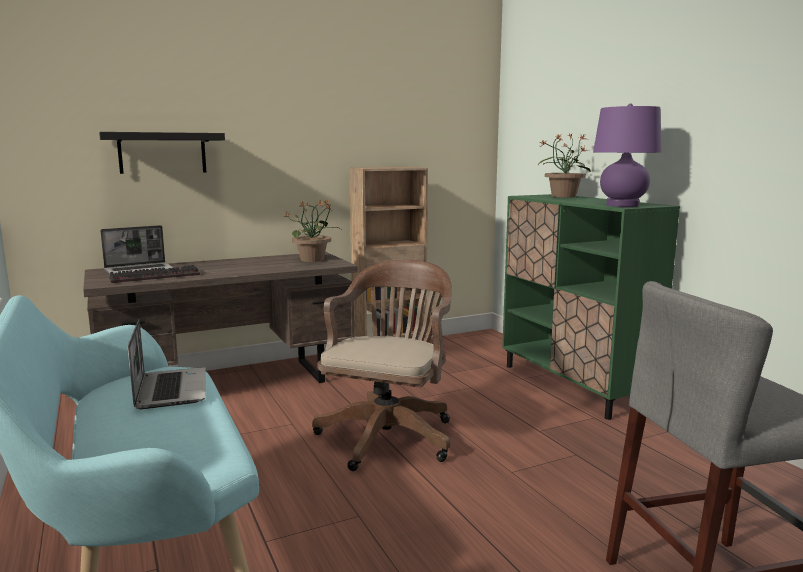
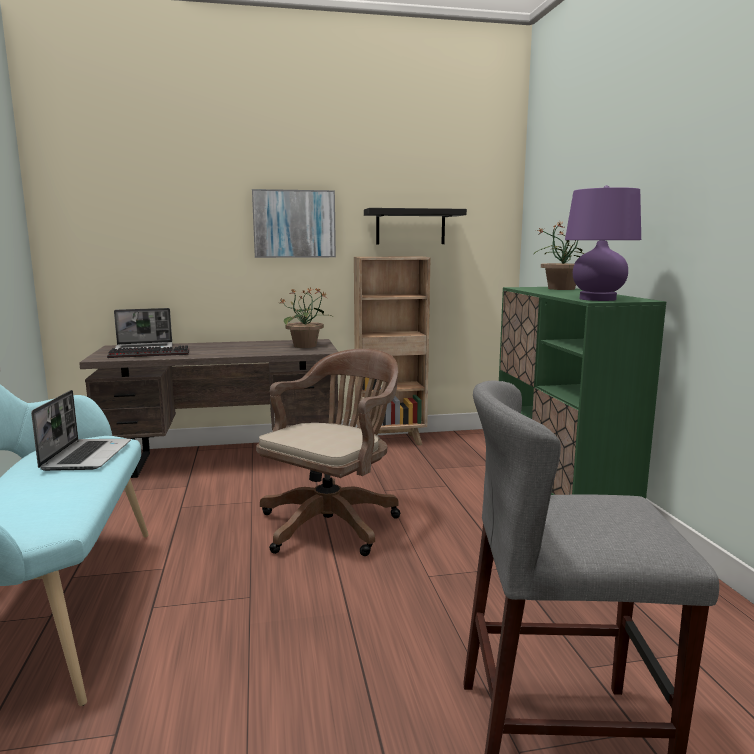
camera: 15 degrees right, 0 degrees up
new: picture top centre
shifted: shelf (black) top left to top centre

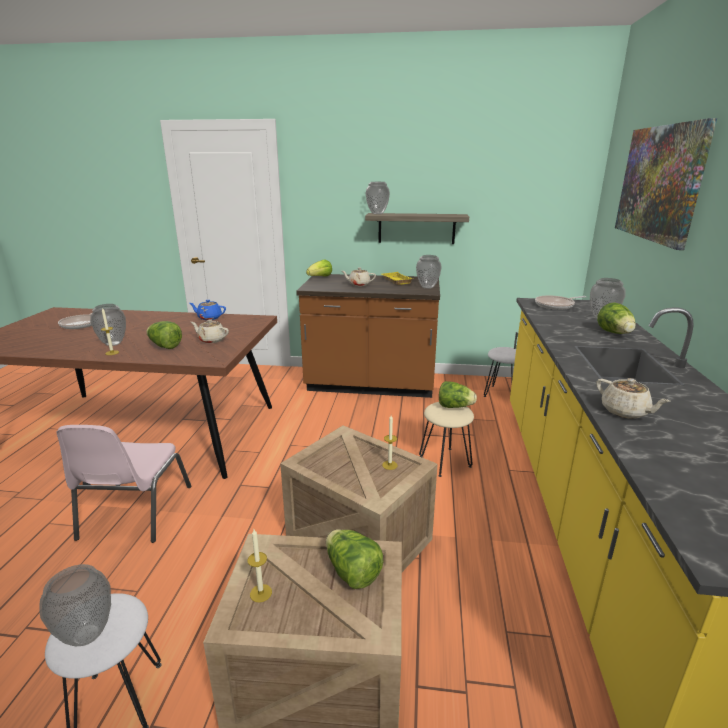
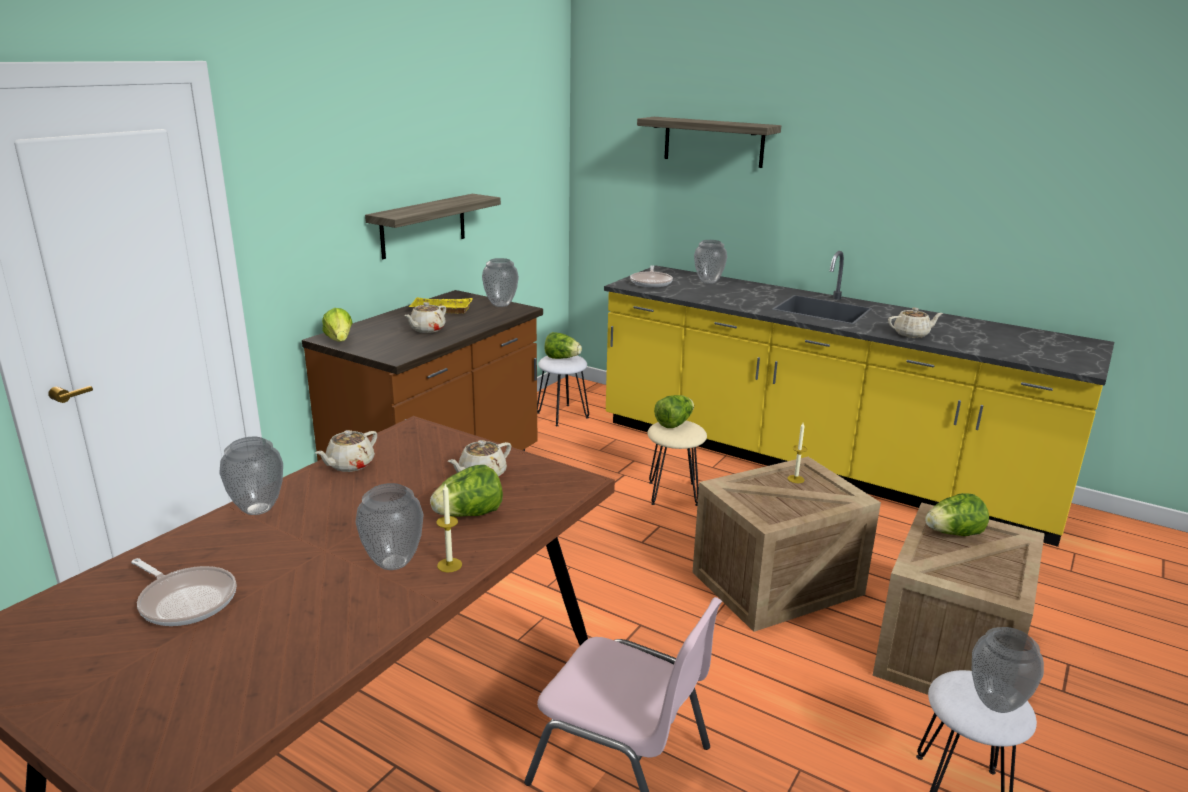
camera: 65 degrees left, 0 degrees up
gone: candle (no. 2 from left) bottom centre
shifted: vase (no. 3 from left in the first image) top centre to vase (no. 1 from left) middle left; lettuce (no. 5 from left in the first image) middle right to lettuce (no. 3 from left) centre
swapped: picture top right to shelf (no. 2 from left) top centre
repainted: teapot (blue) middle left to teapot (beige) (no. 1 from left) middle left

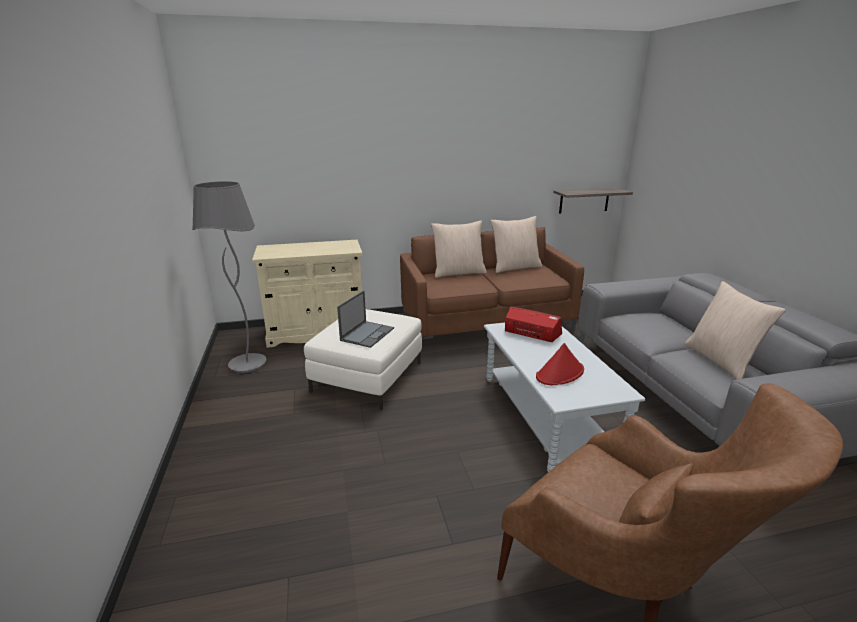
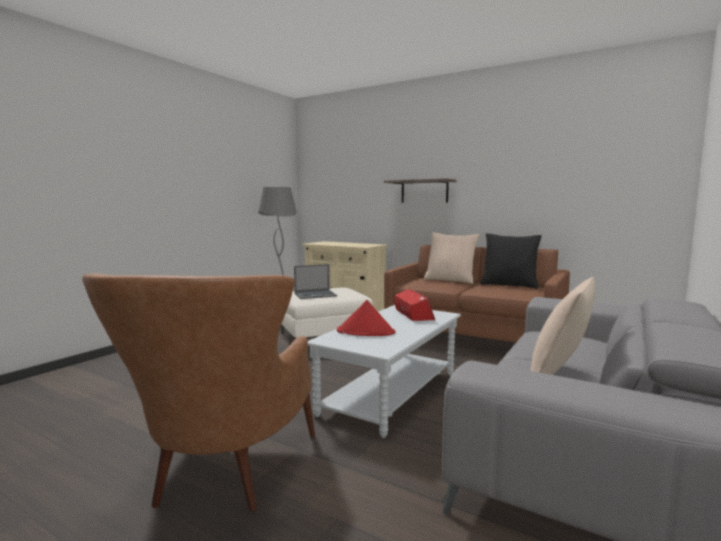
camera: 45 degrees right, 15 degrees down
shifted: shelf top right to centre
repainted: pillow (beige) (no. 2 from left) centre to pillow (black) middle right

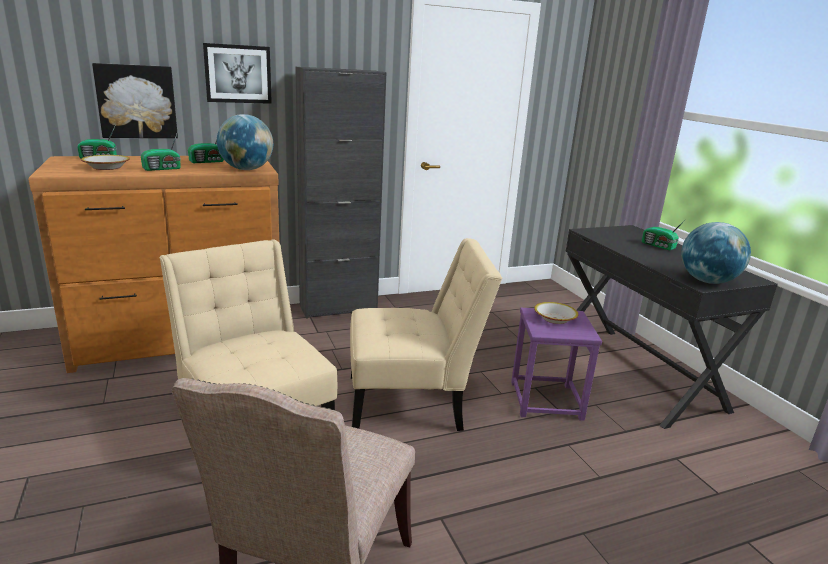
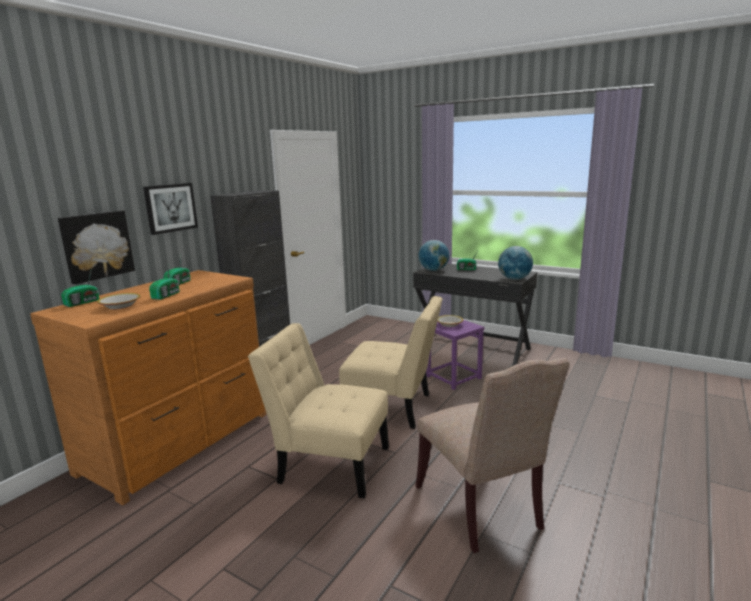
camera: 35 degrees left, 5 degrees down
shifted: globe (no. 1 from left) top left to centre
rotated: chair (beige) (no. 3 from left in the first image) centre = centre 60 degrees clockwise

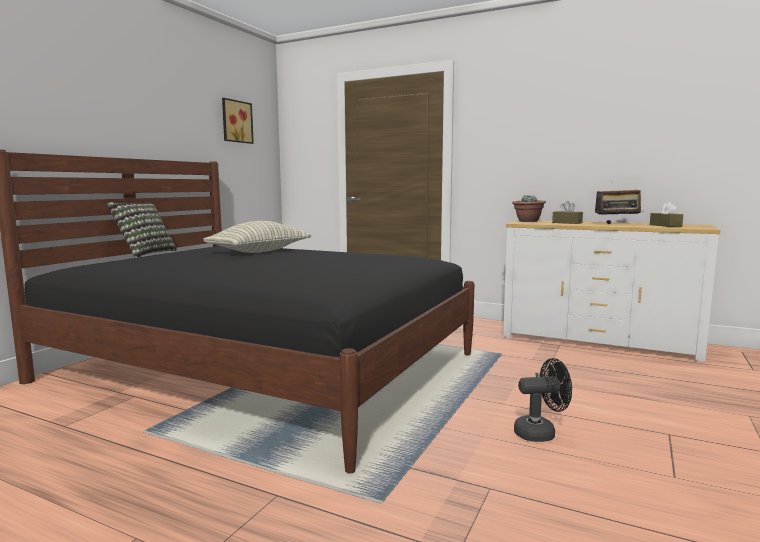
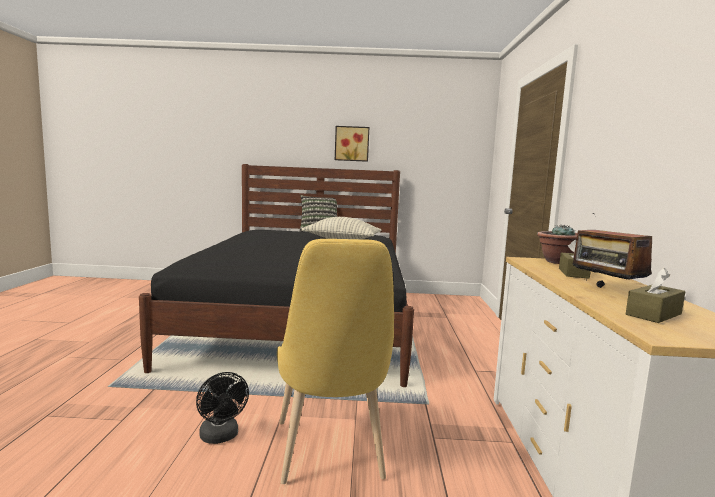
camera: 65 degrees right, 0 degrees up
new: chair (yellow) bottom centre
shifted: picture top left to top centre

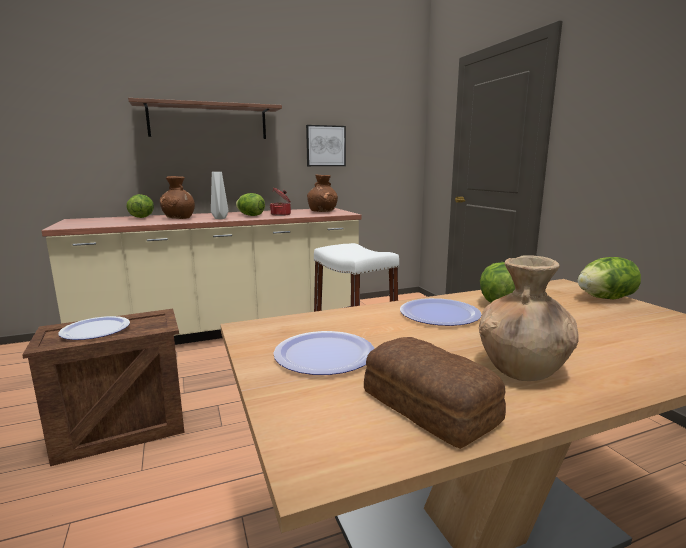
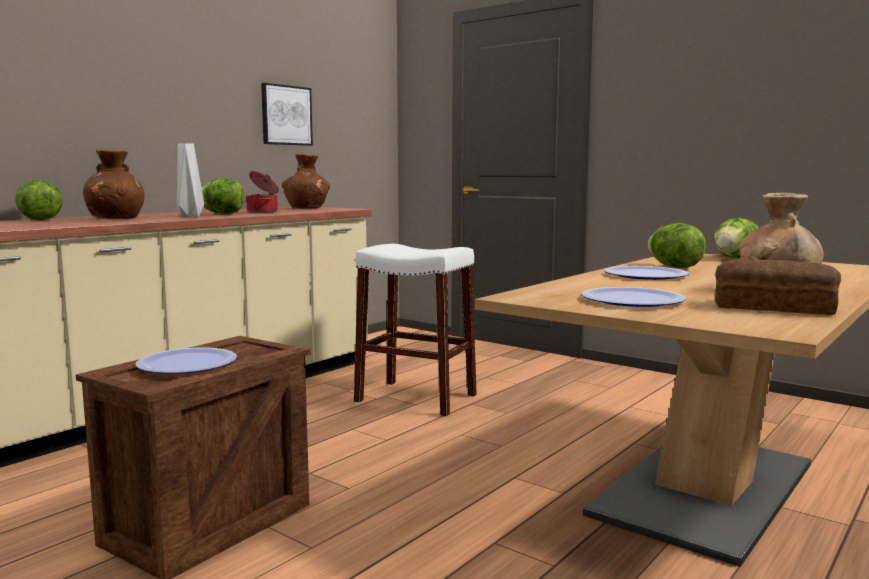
camera: 30 degrees left, 5 degrees down
gone: shelf top left

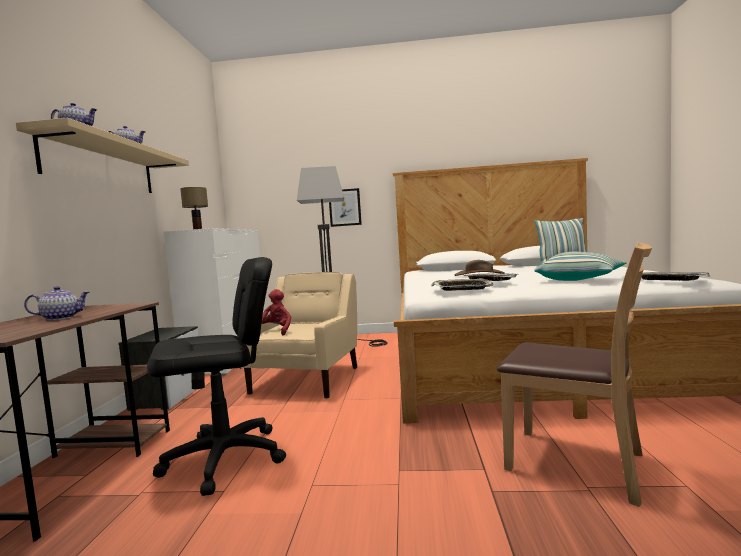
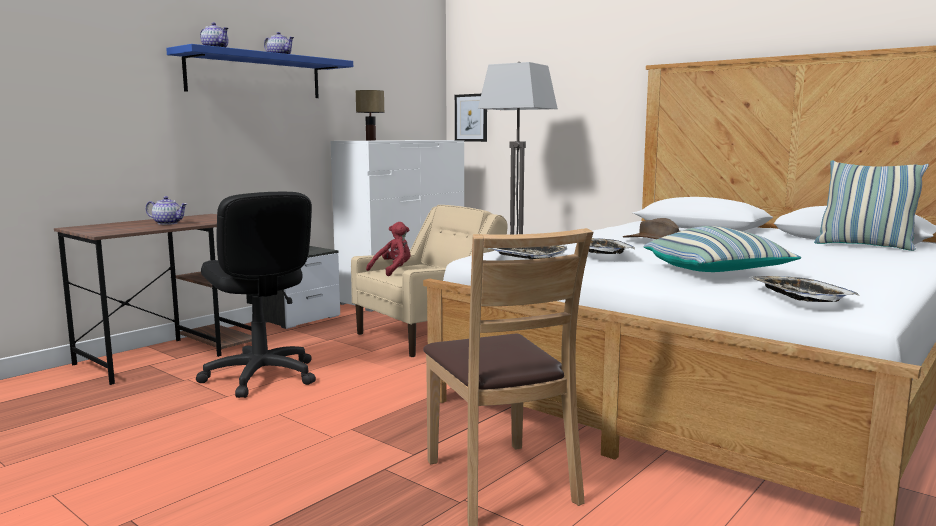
camera: 35 degrees right, 5 degrees up
shifted: picture centre to top centre
repainted: shelf (beige) top left to shelf (blue) top left
rotated: office chair (black) bottom left = middle left 45 degrees clockwise

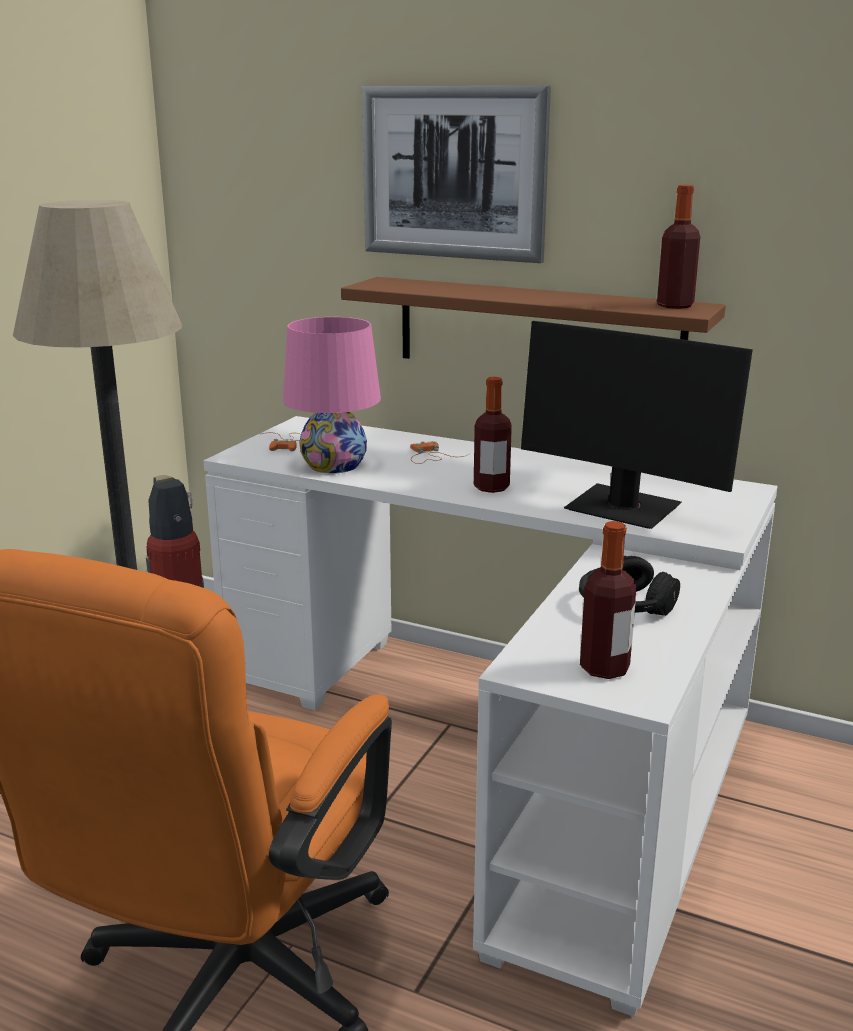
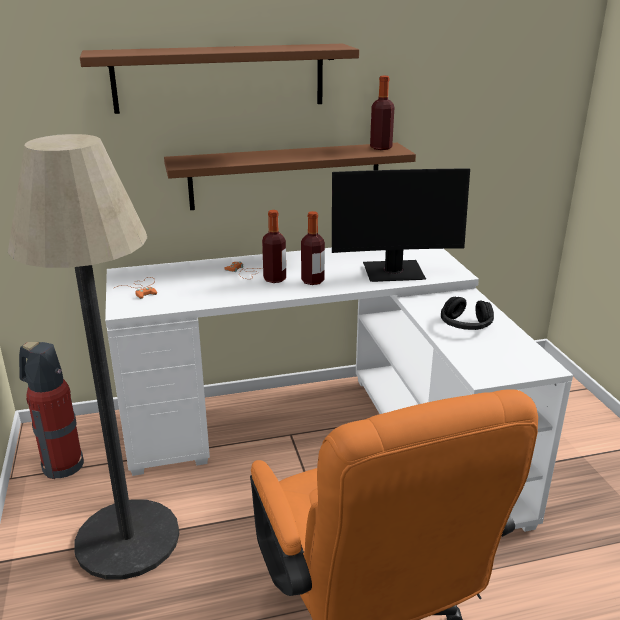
camera: 40 degrees left, 5 degrees up
gone: table lamp (pink) centre
shifted: bottle (no. 2 from left in the first image) middle right to bottle (no. 1 from left) centre
swapped: picture top centre to shelf (brown) (no. 1 from left) top centre

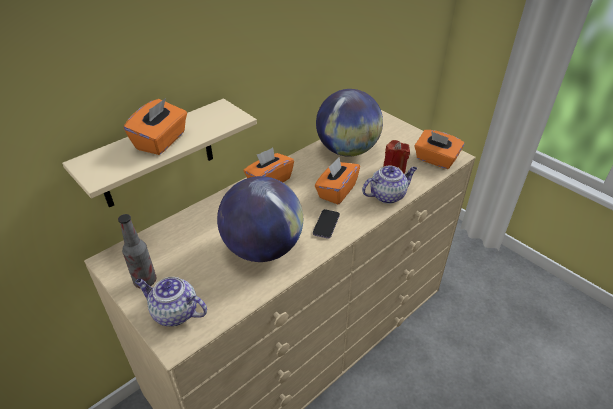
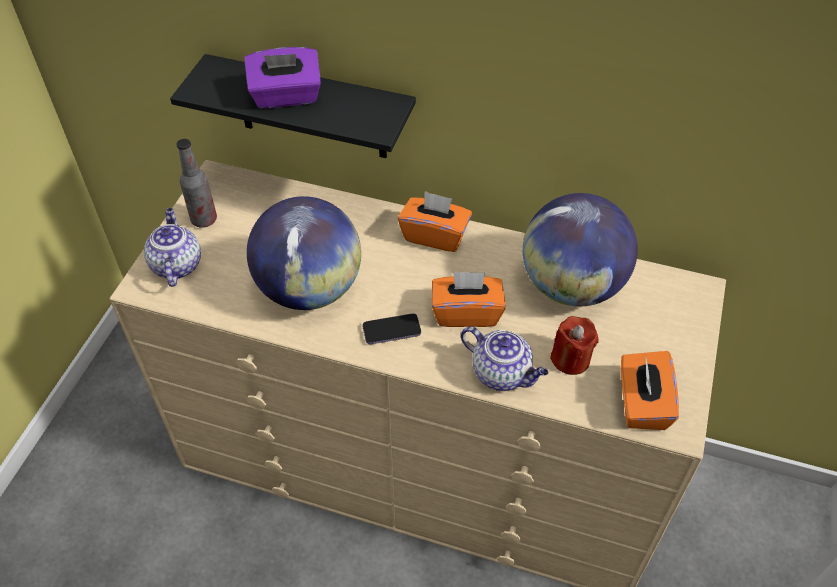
camera: 60 degrees right, 10 degrees up
repainted: shelf (beige) middle left to shelf (black) top centre; tissue box (orange) (no. 1 from left) top left to tissue box (purple) top centre

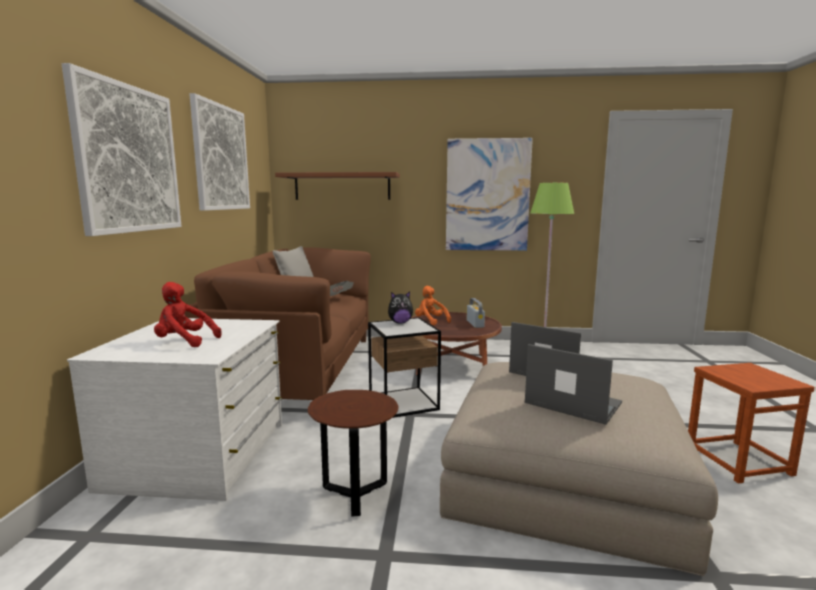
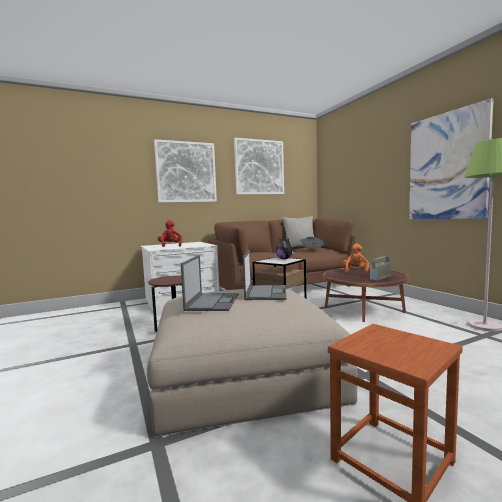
camera: 60 degrees right, 5 degrees down
gone: shelf (brown) top centre

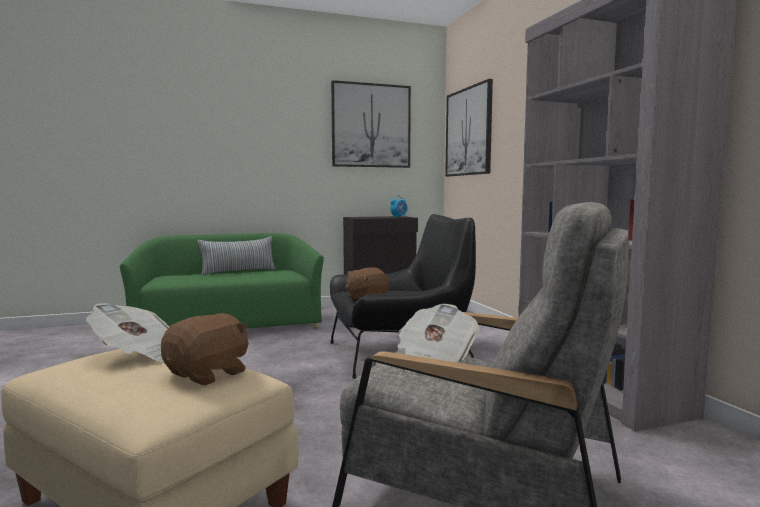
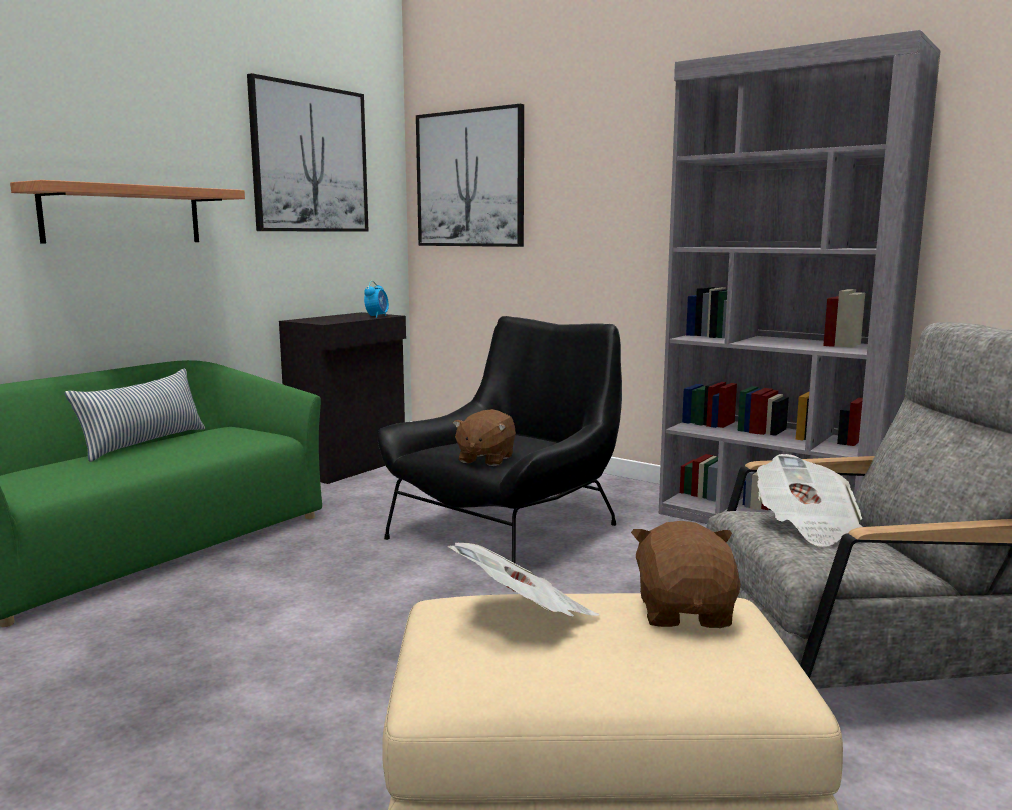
camera: 35 degrees left, 5 degrees up
new: shelf top left

